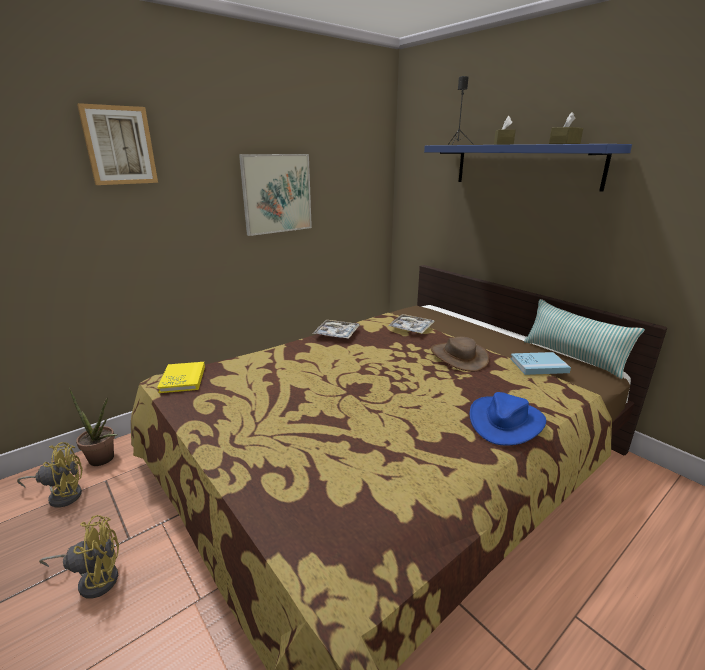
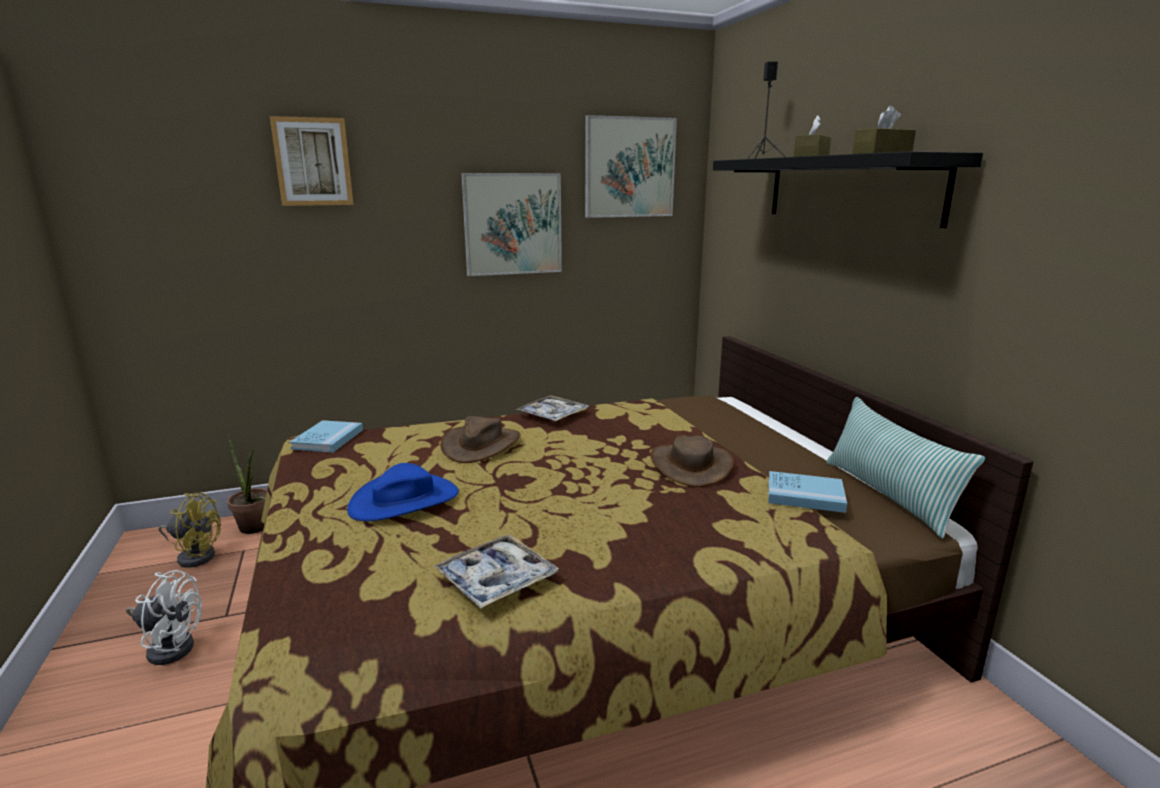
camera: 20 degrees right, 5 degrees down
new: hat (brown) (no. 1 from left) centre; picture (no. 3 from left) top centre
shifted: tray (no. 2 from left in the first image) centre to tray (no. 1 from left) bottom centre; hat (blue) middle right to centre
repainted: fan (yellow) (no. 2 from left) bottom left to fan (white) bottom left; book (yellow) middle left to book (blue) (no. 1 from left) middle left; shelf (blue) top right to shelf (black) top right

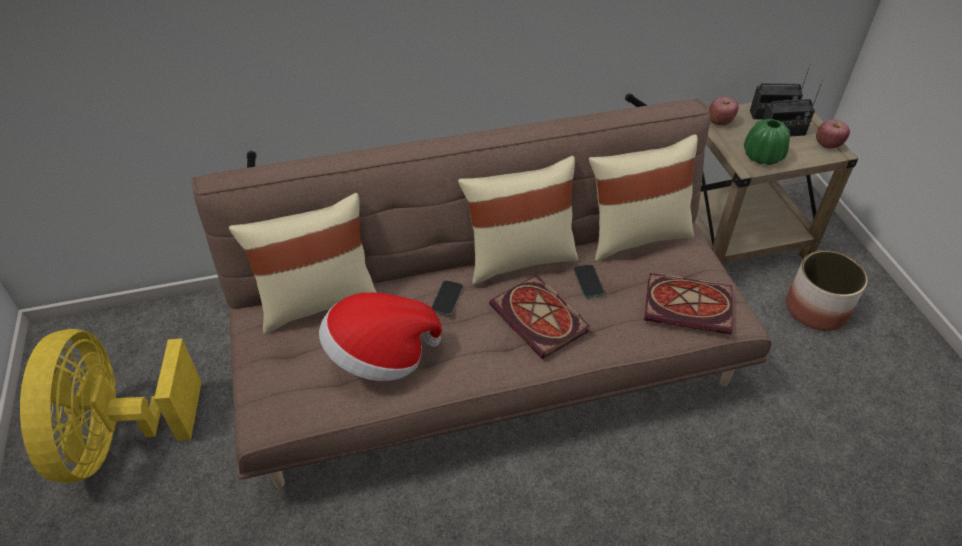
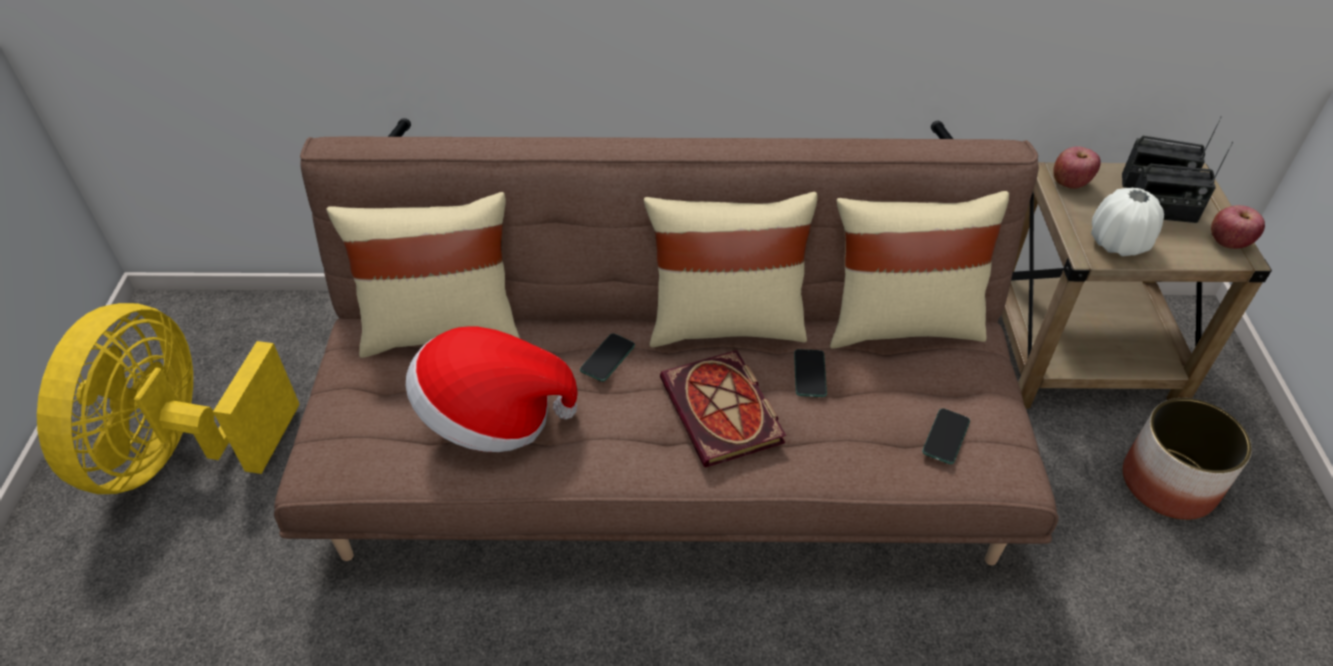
camera: 15 degrees right, 0 degrees up
swapped: book (no. 2 from left) middle right to phone (no. 3 from left) middle right
repainted: vase (green) top right to vase (white) middle right

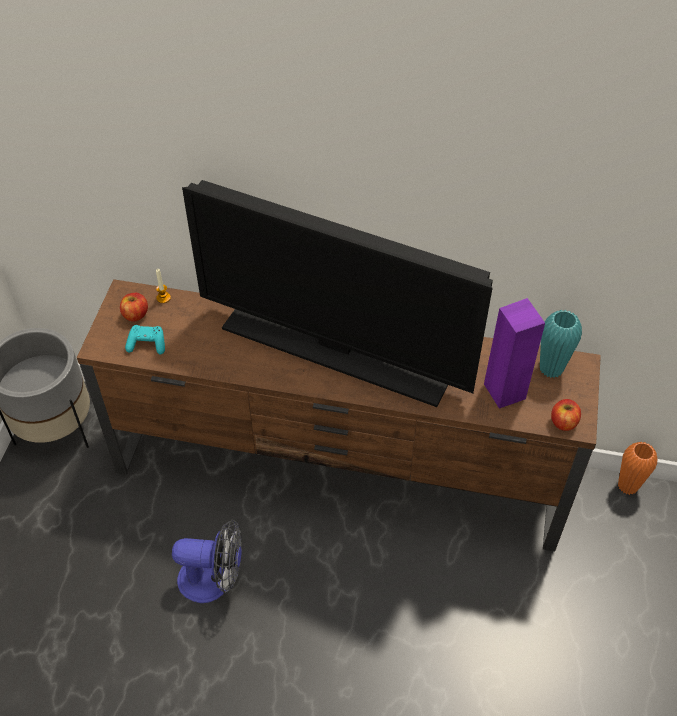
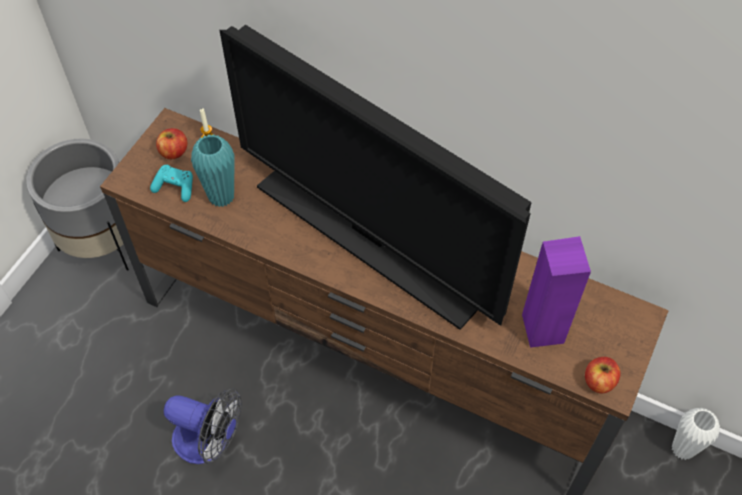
camera: 15 degrees right, 5 degrees up
shifted: vase (turquoise) middle right to middle left
repainted: vase (orange) middle right to vase (white) bottom right

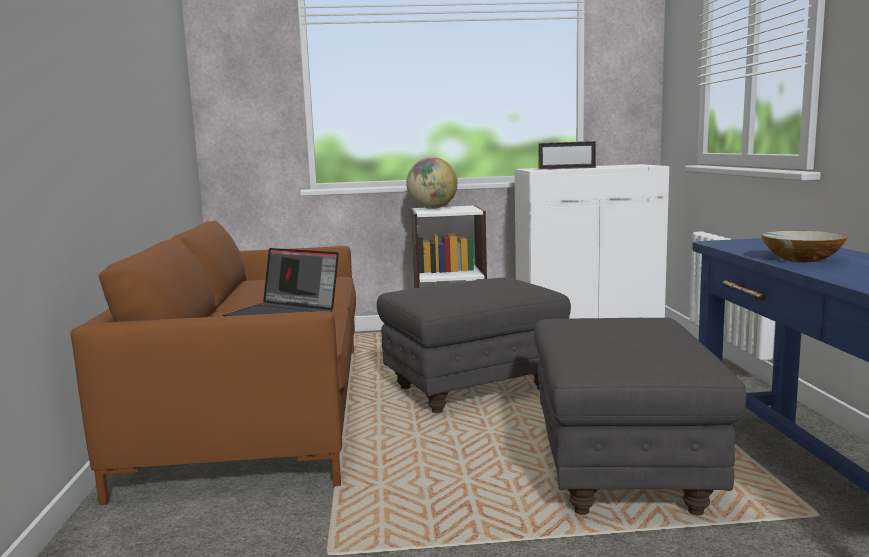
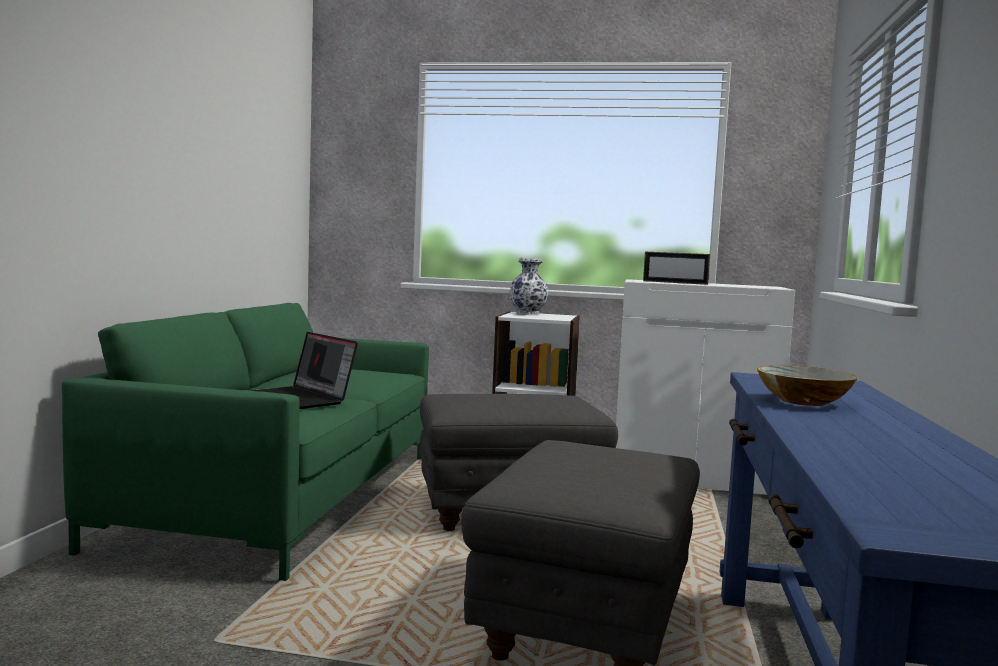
camera: 15 degrees right, 5 degrees down
swapped: globe top centre to vase centre
repainted: sofa (brown) middle left to sofa (green) middle left

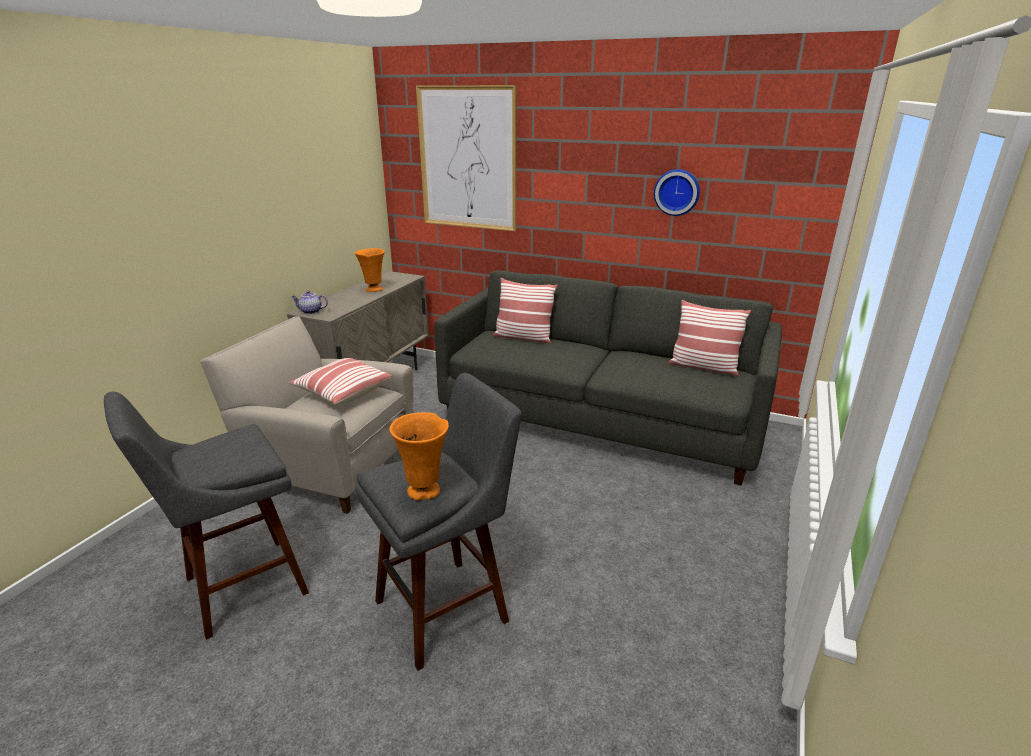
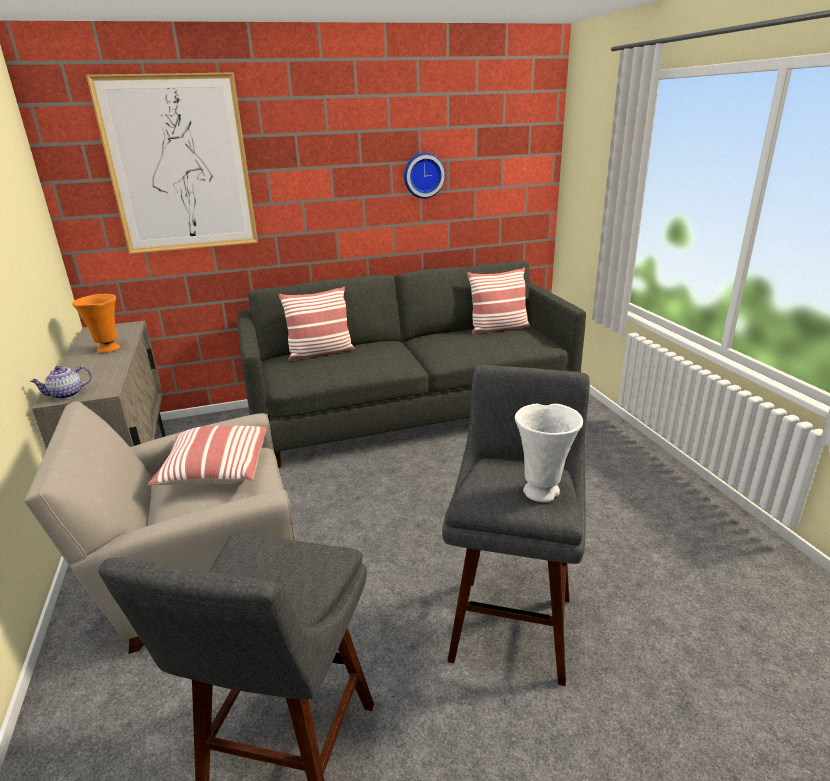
camera: 40 degrees left, 0 degrees up
repainted: vase (orange) (no. 2 from left) centre to vase (white) centre

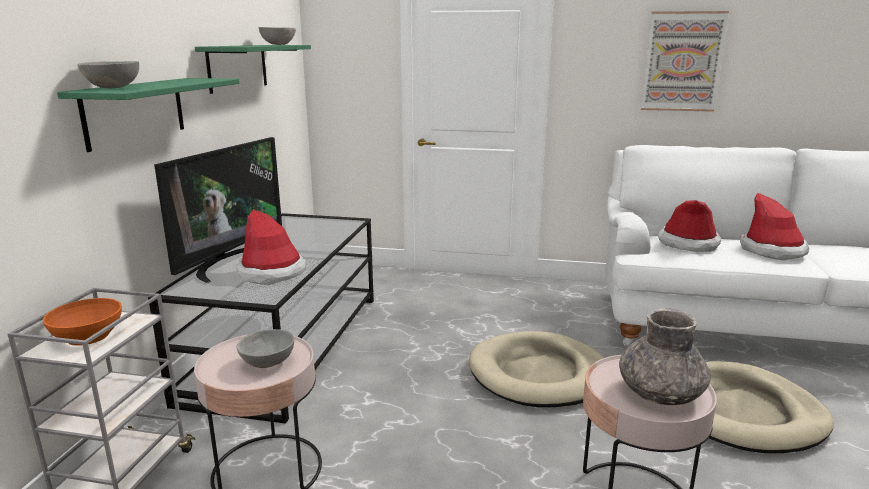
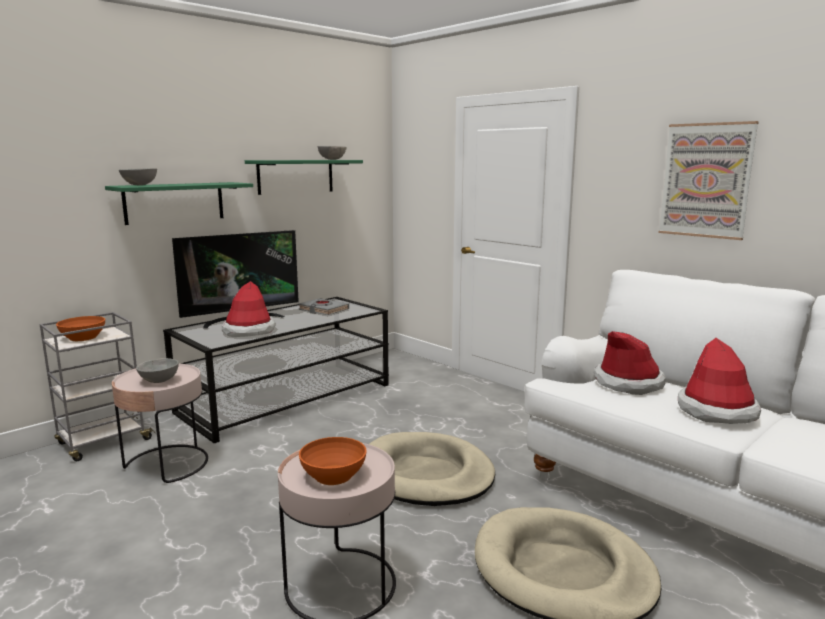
camera: 35 degrees right, 5 degrees down
new: book (grey) centre
swapped: vase (grey) bottom right to bowl (orange) (no. 2 from left) bottom centre

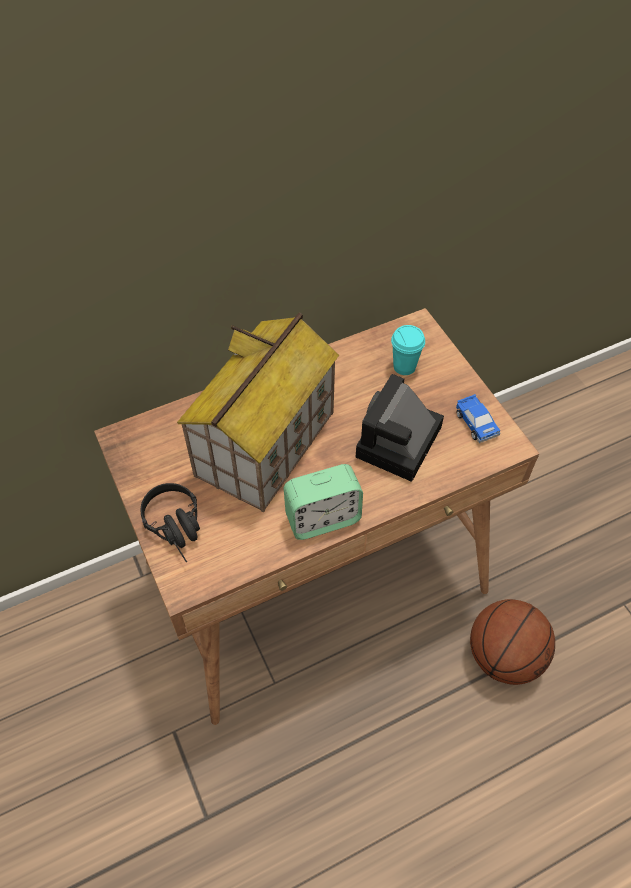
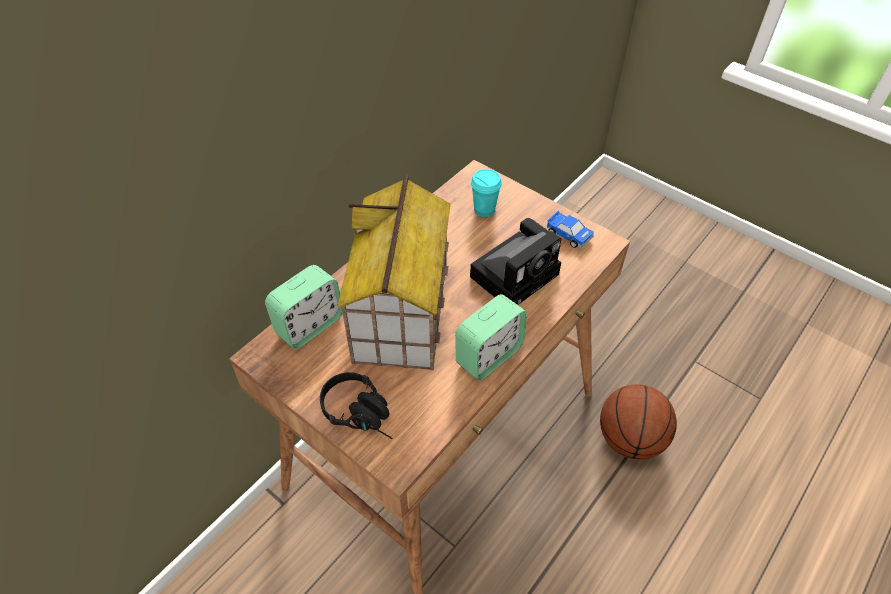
camera: 25 degrees left, 5 degrees down
new: alarm clock (no. 1 from left) centre
rotated: photo camera centre = centre 135 degrees counterclockwise

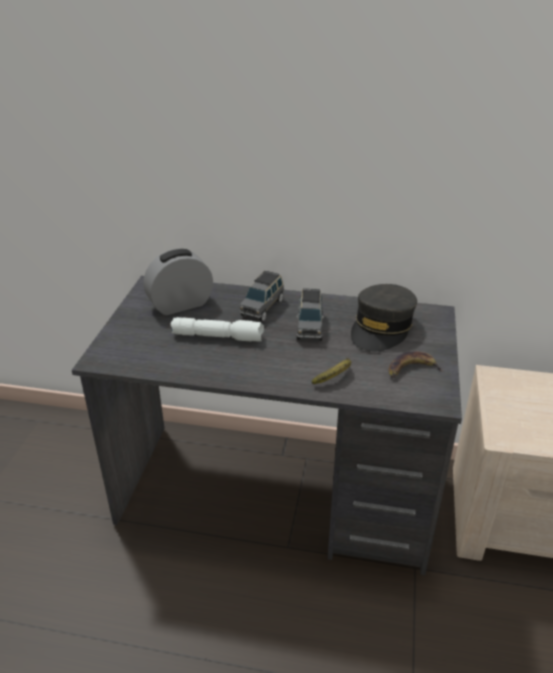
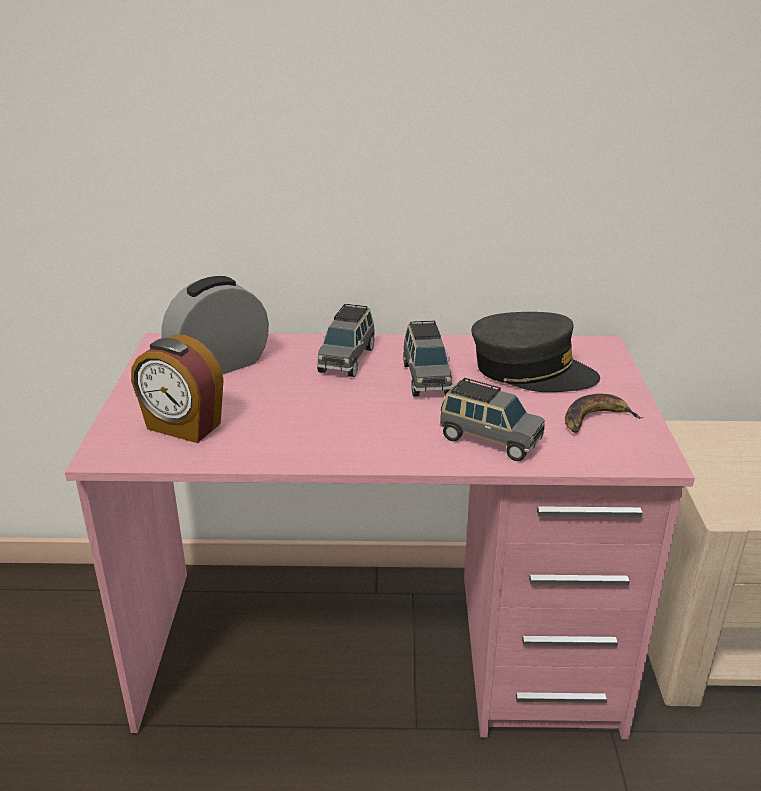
camera: 10 degrees left, 5 degrees down
gone: flashlight (white) centre
new: alarm clock (no. 1 from left) middle left
swapped: banana (no. 1 from left) centre to toy car (grey) (no. 3 from left) centre
repainted: desk (grey) centre to desk (pink) bottom centre
rotated: cap (grey) middle right = middle right 90 degrees counterclockwise

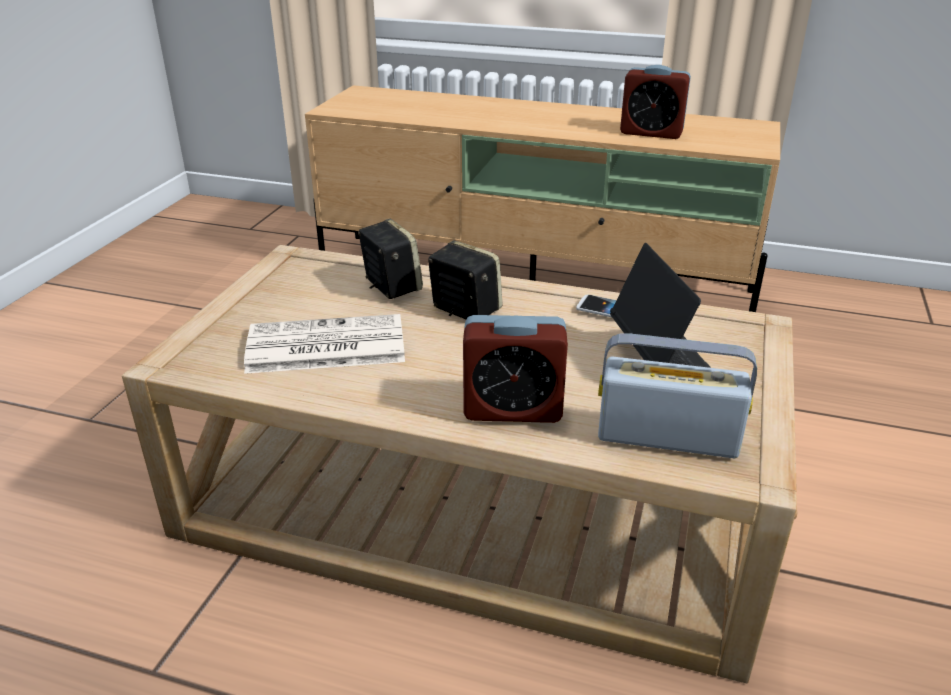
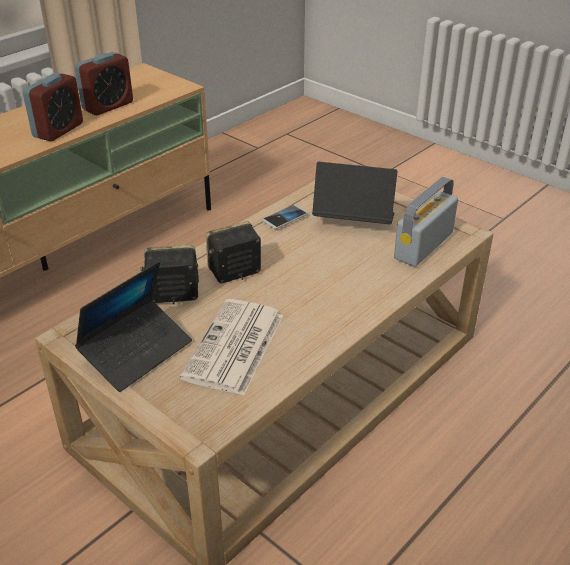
camera: 65 degrees left, 5 degrees up
new: laptop (no. 1 from left) middle left
shifted: alarm clock (no. 1 from left) centre to top left

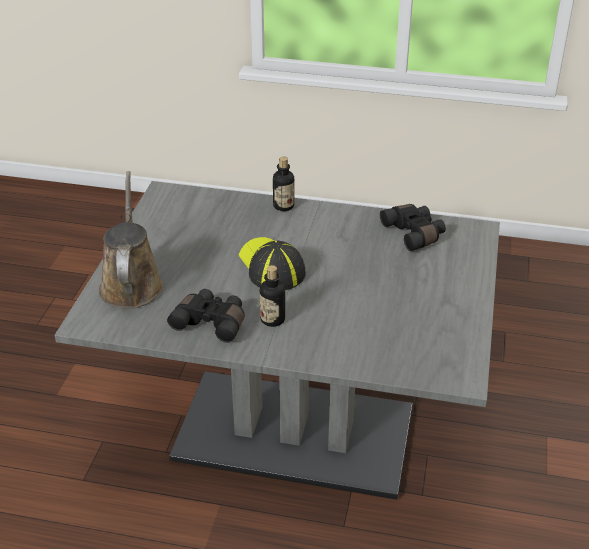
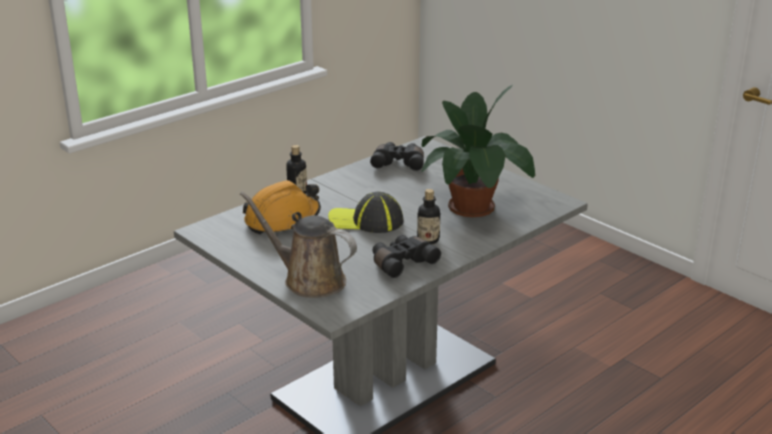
camera: 55 degrees left, 10 degrees down
new: hard hat (orange) centre; potted plant centre

